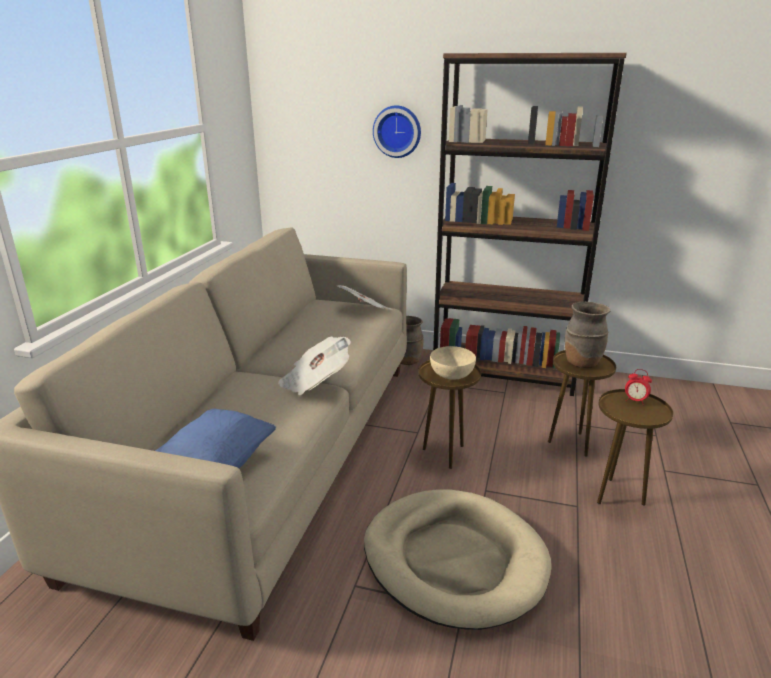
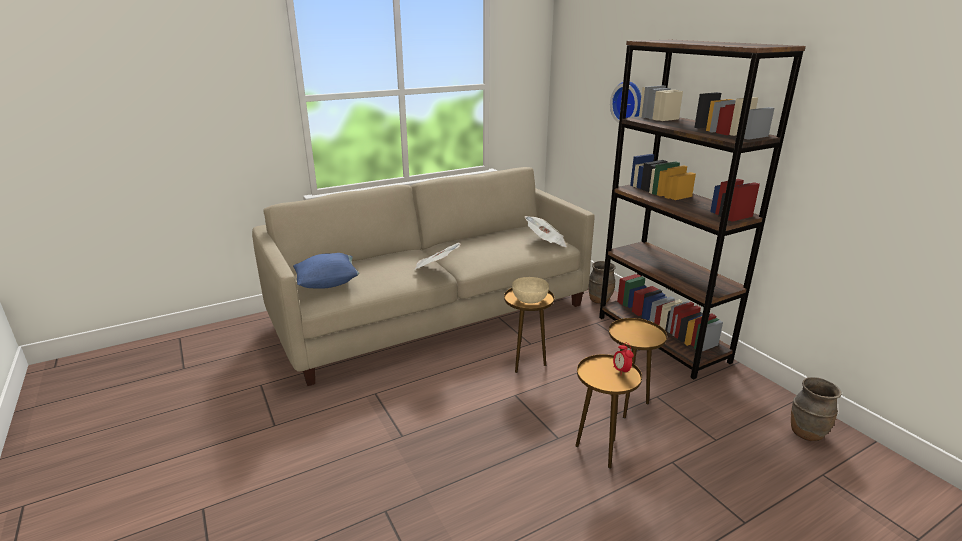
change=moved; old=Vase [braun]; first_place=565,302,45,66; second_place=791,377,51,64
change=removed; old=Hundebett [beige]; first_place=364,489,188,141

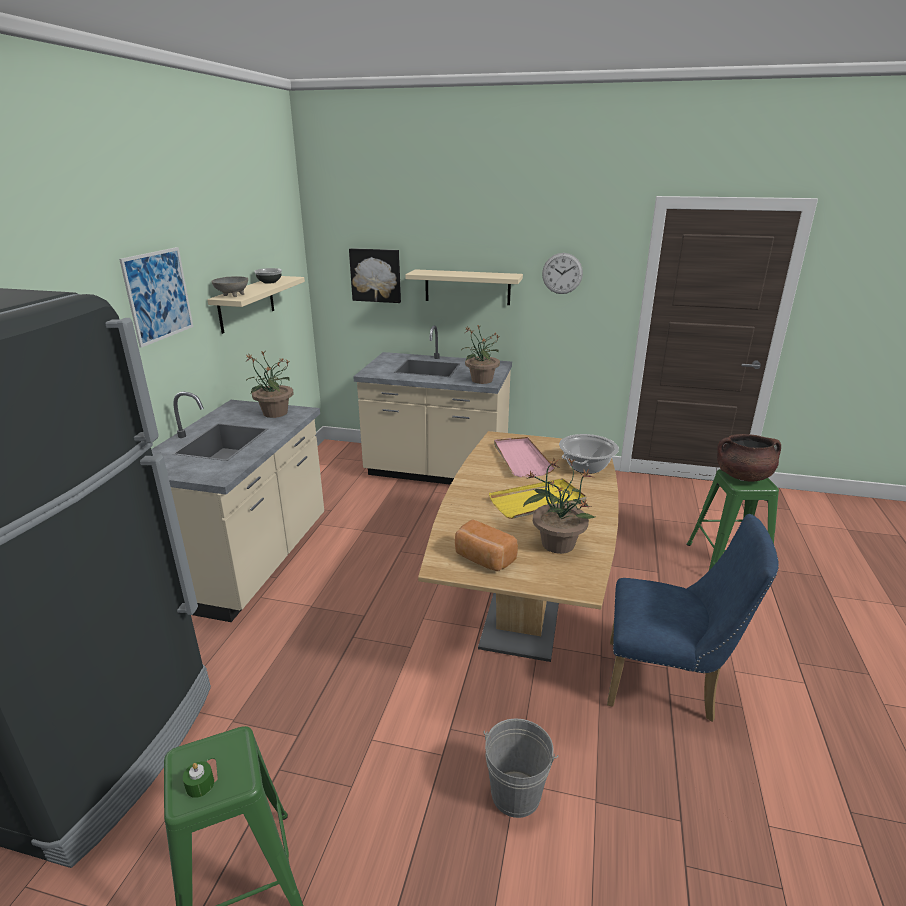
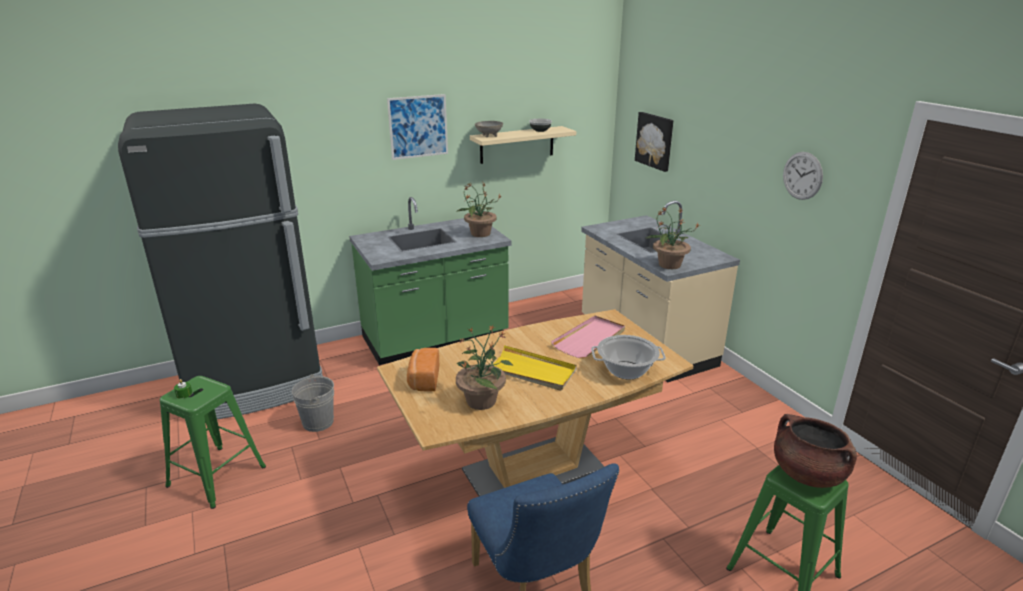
change=removed; old=Wandregal [beige]; first_place=405,269,118,36
change=recoloured; old=Küchenzeile [beige]; new=Küchenzeile [grün]; first_place=151,392,173,230; second_place=349,197,162,168
change=moved; old=Eimer [grau]; first_place=483,719,76,99; second_place=292,374,42,58

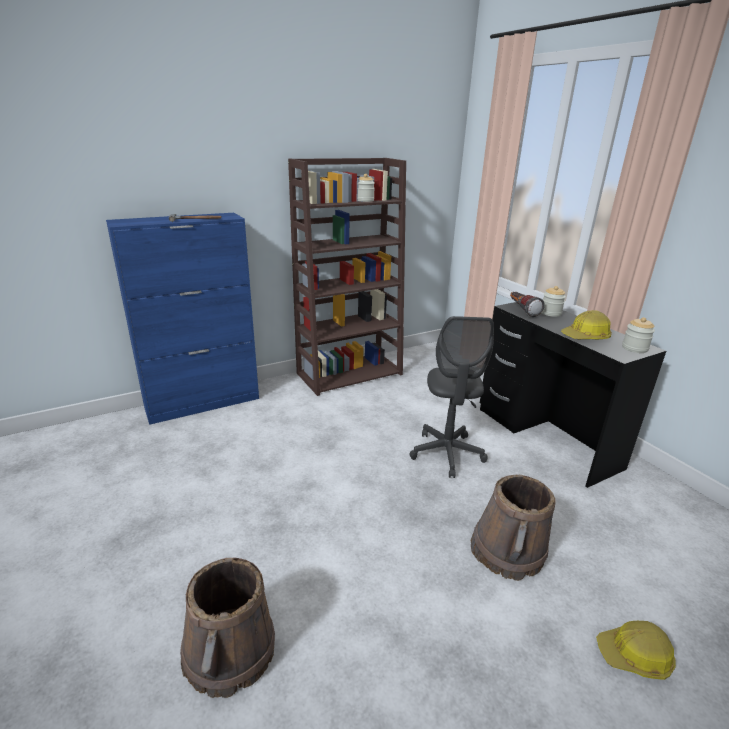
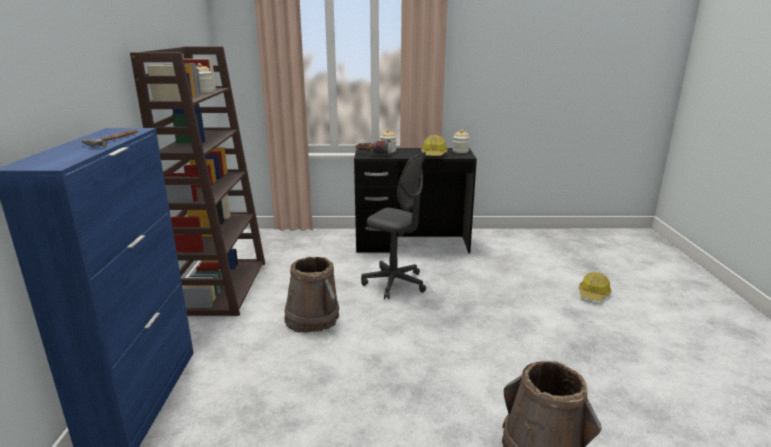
change=moved; old=Eimer [braun]; first_place=471,475,85,106; second_place=284,256,55,77

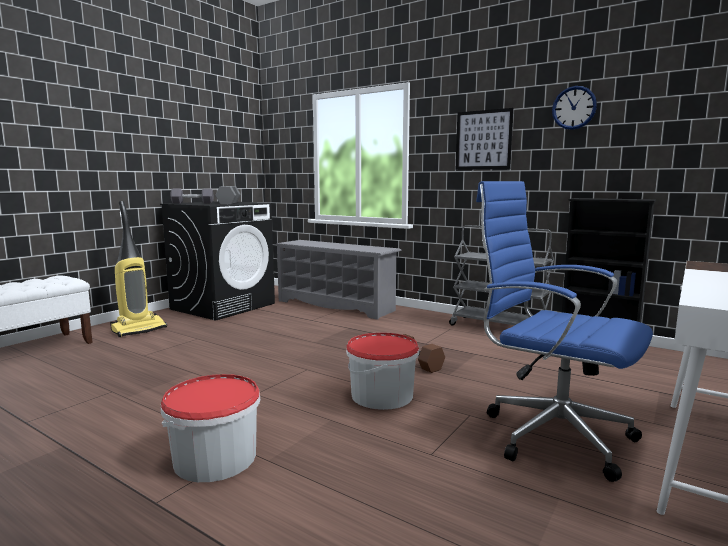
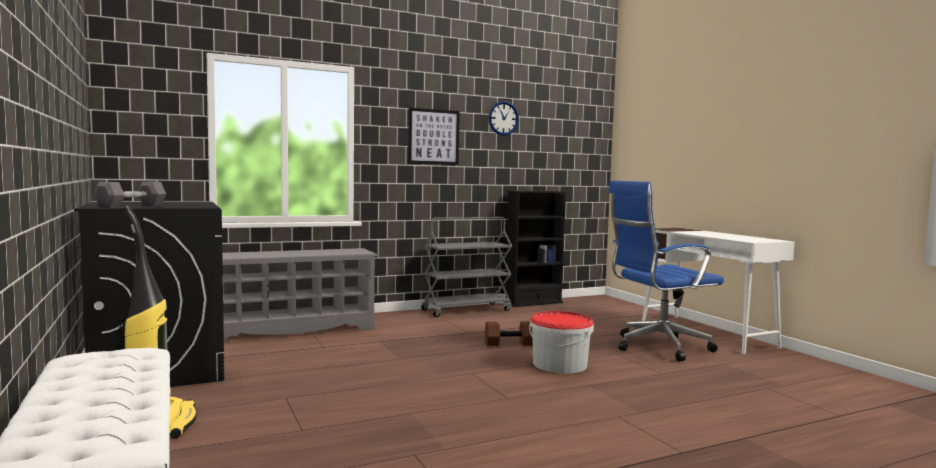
change=removed; old=Hantel [grau]; first_place=215,186,26,18
change=removed; old=Eimer; first_place=161,374,99,108

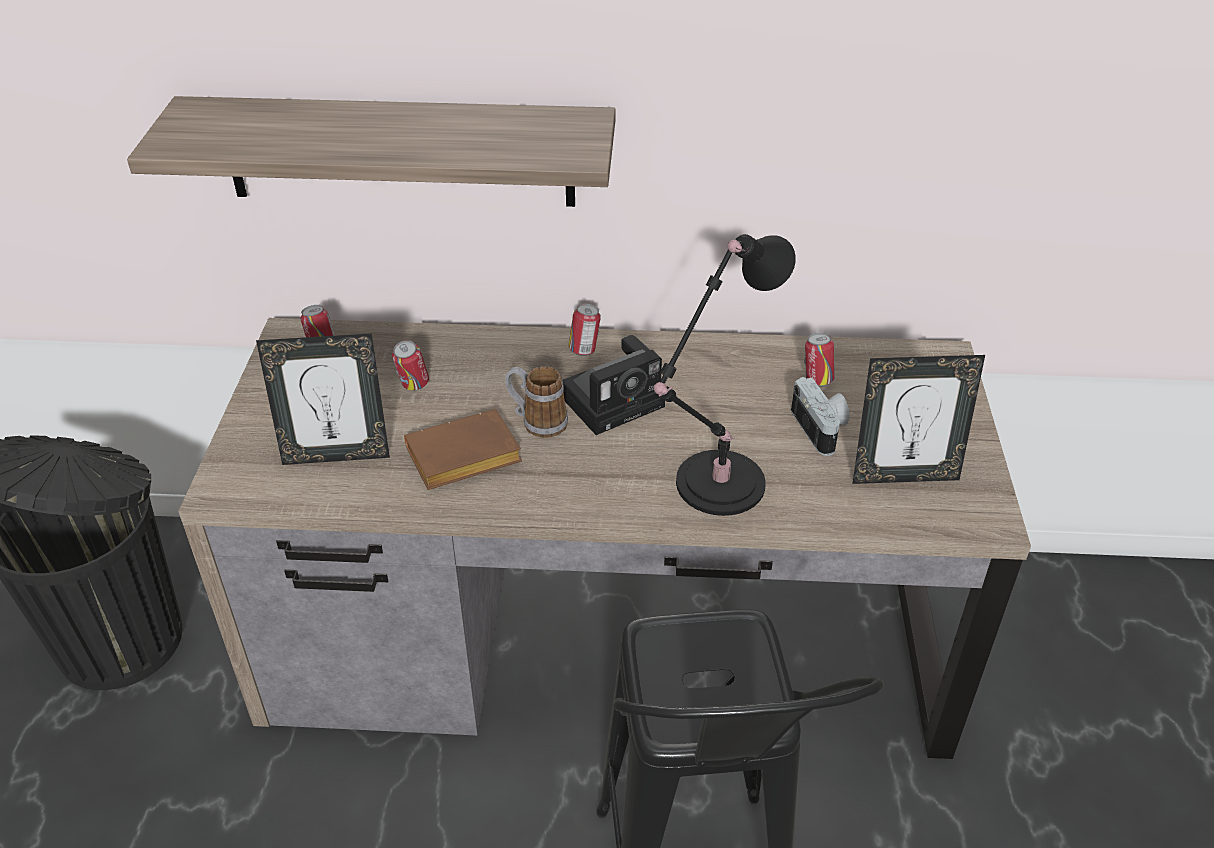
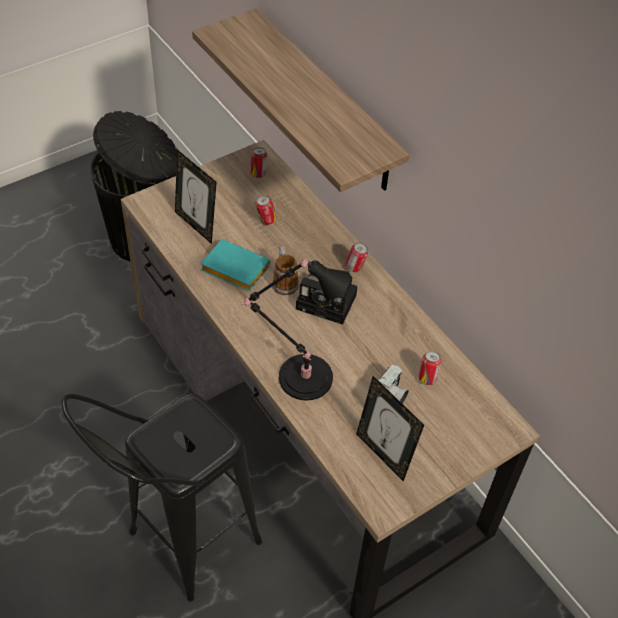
change=recoloured; old=Buch [braun]; new=Buch [türkis]; first_place=404,409,118,81; second_place=200,239,71,53

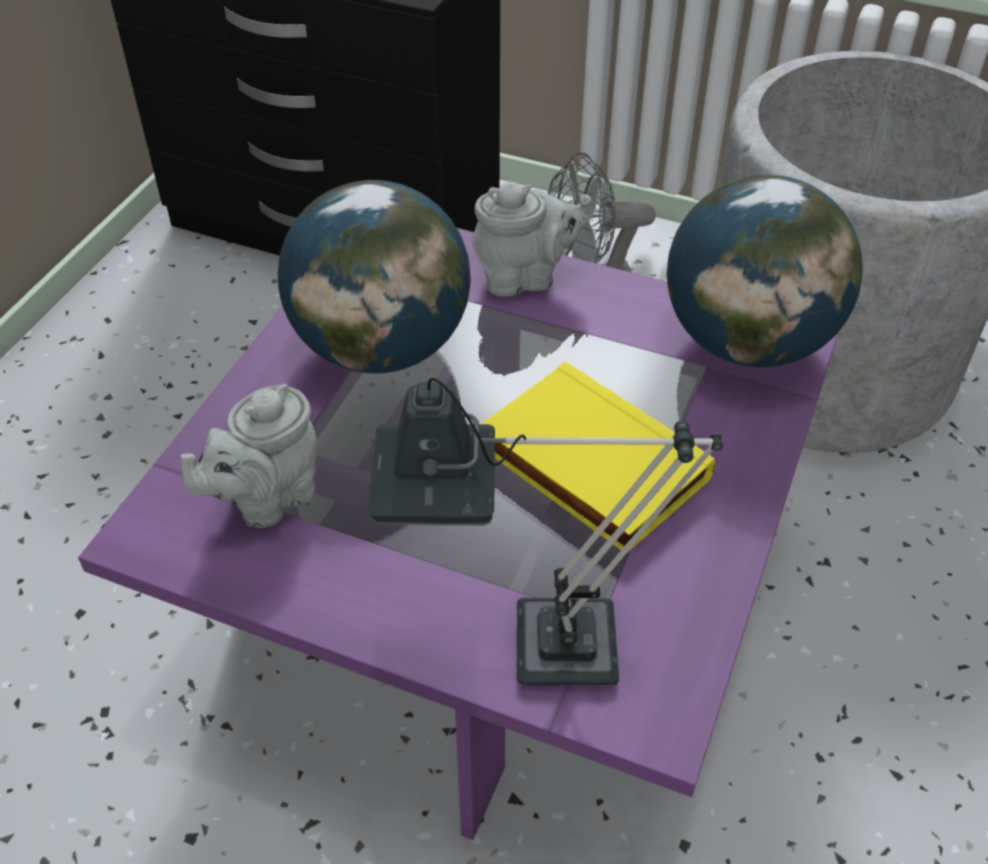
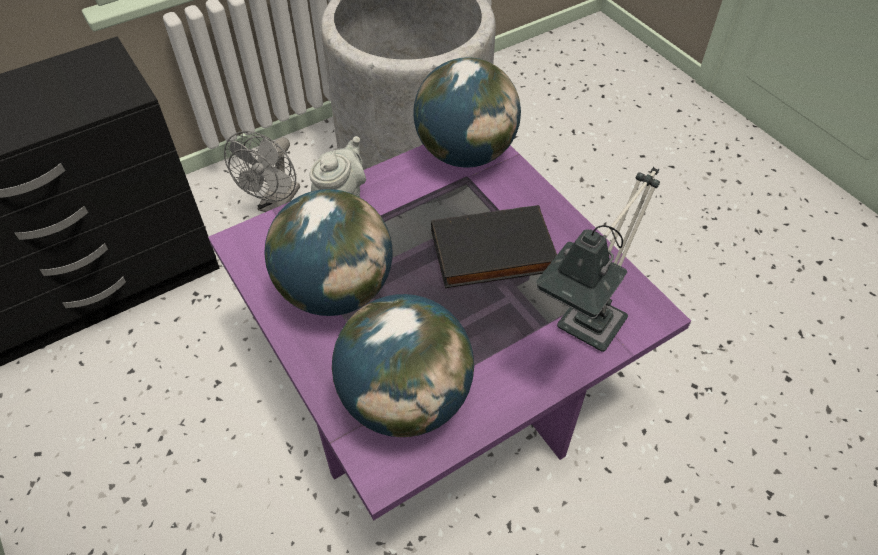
change=recoloured; old=Buch [gelb]; new=Buch [schwarz]; first_place=482,362,233,192; second_place=431,205,126,83
change=replaced; old=Teekanne [grau]; new=Globus; first_place=180,384,137,144; second_place=332,294,142,143

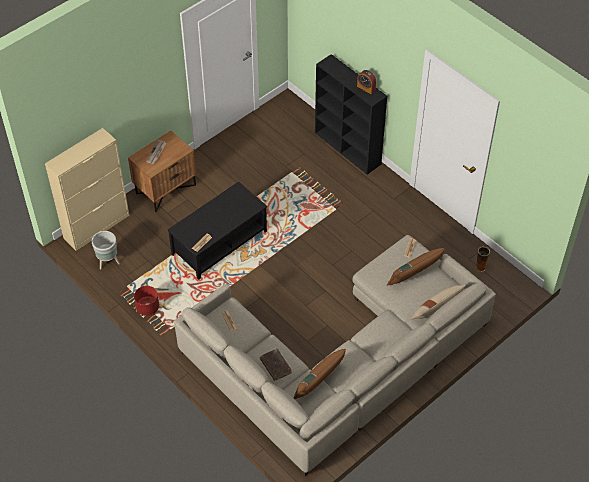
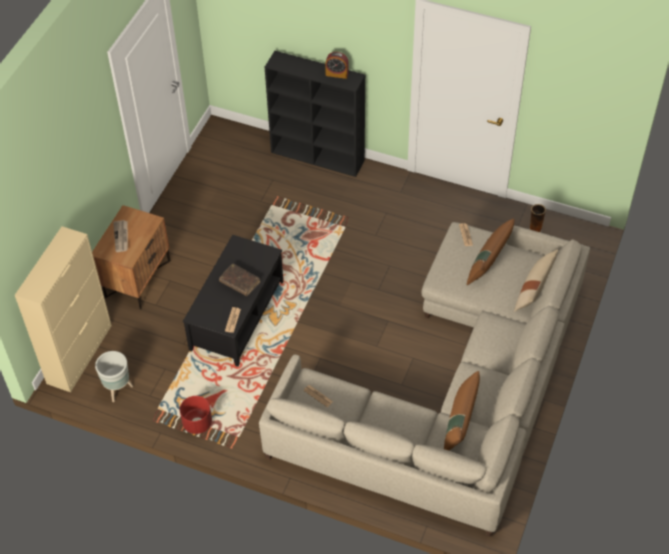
change=moved; old=Buch [braun]; first_place=260,348,32,33; second_place=219,264,41,32

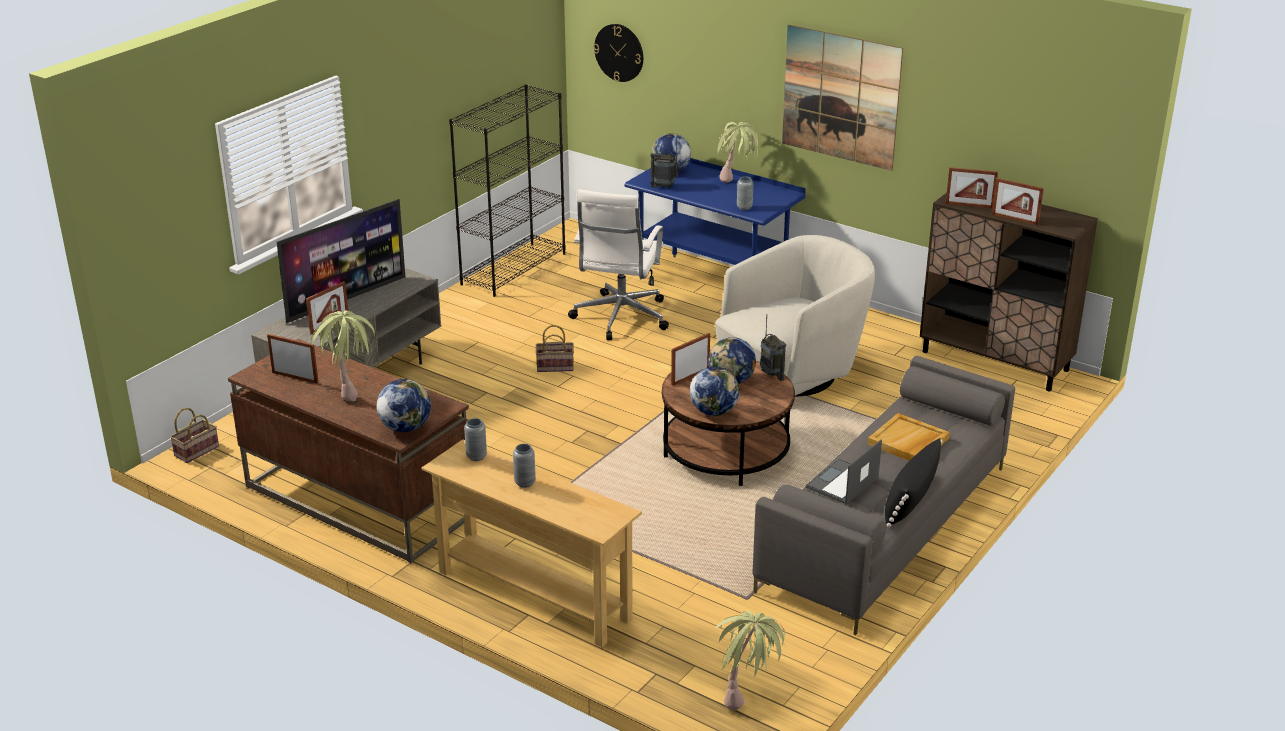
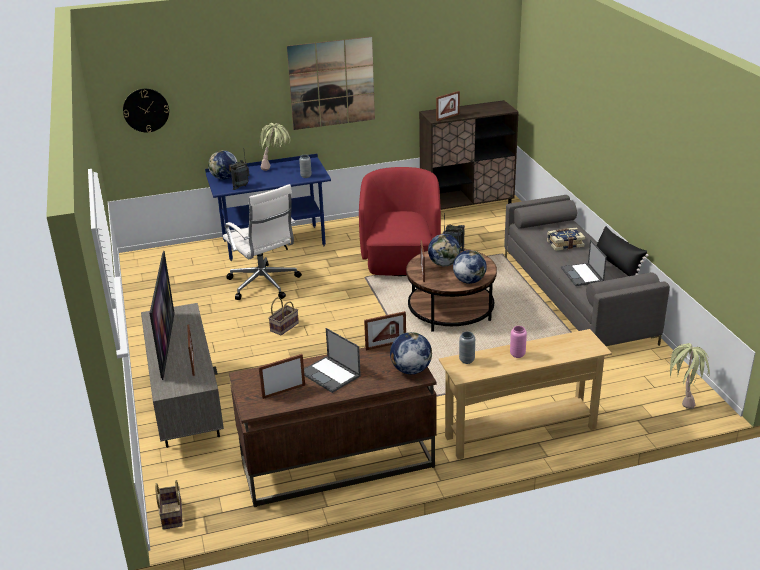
change=removed; old=Bücherregal [schwarz]; first_place=449,84,117,213
change=moved; old=Bilderrahmen; first_place=992,178,52,47; second_place=364,311,42,39
change=recoloured; old=Sessel [beige]; new=Sessel [rot]; first_place=715,235,160,162; second_place=359,167,82,109
change=replaced; old=Topfpflanze; new=Laptop; first_place=311,311,64,90; second_place=304,328,57,65
change=replaced; old=Tablett [beige]; new=Buch; first_place=868,413,81,48; second_place=547,228,38,23
change=recoloured; old=Vase [grau]; new=Vase [rosa]; first_place=513,444,23,44; second_place=510,326,17,32

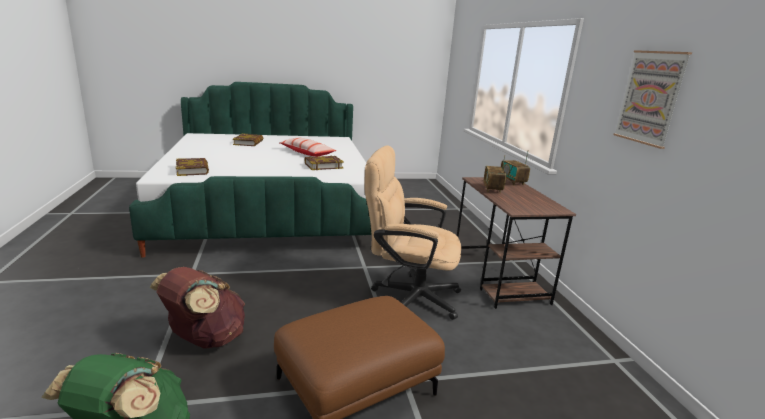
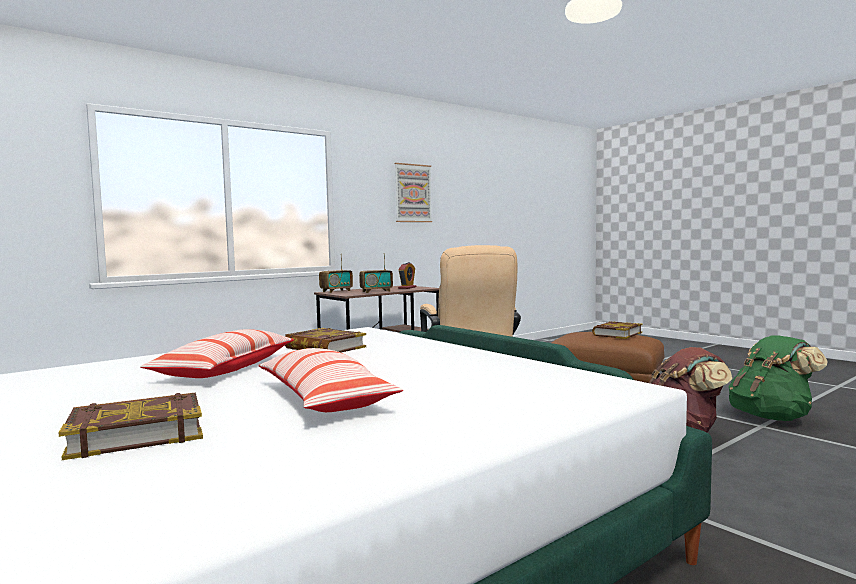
change=moved; old=Buch; first_place=176,158,33,18; second_place=592,321,50,18
change=added; new=Wecker; second_place=398,262,19,27
change=added; new=Kissen; second_place=259,348,144,64

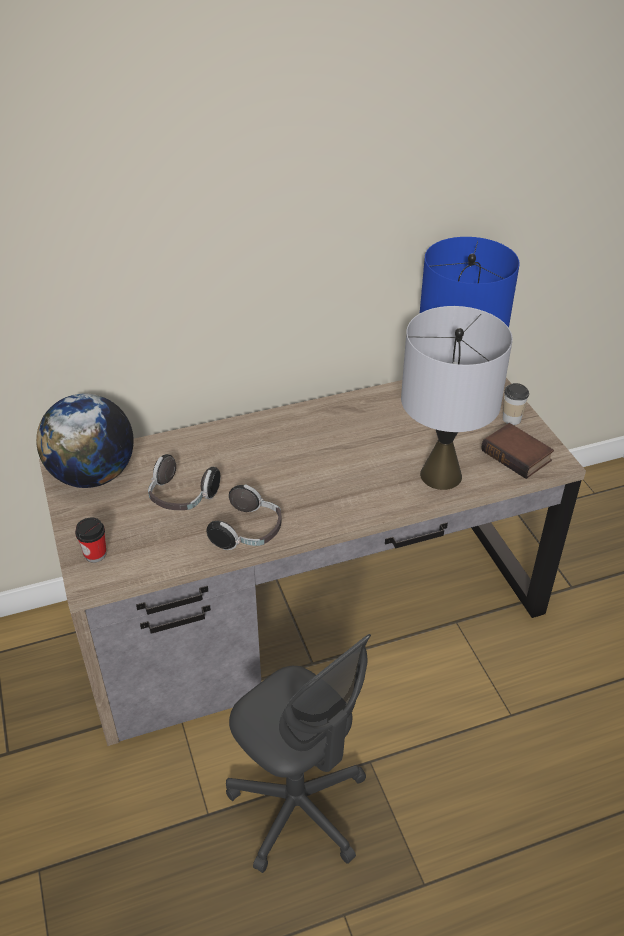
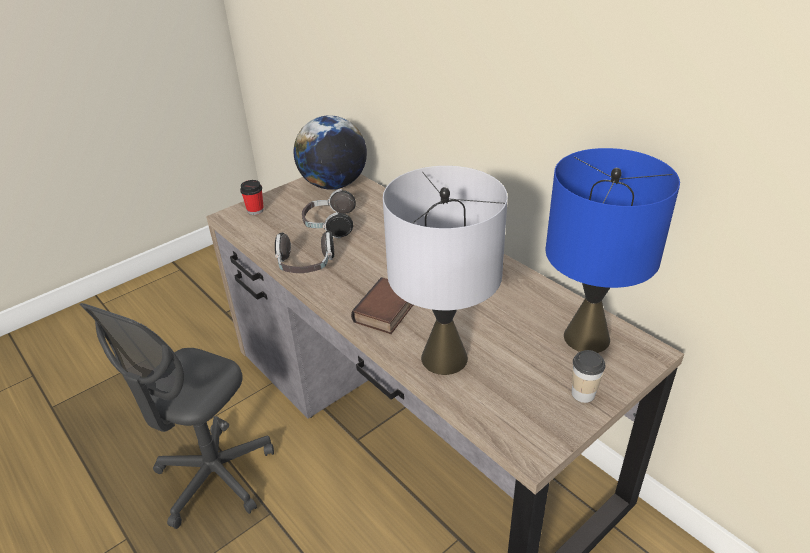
change=moved; old=Buch; first_place=481,423,73,56; second_place=351,277,62,57

